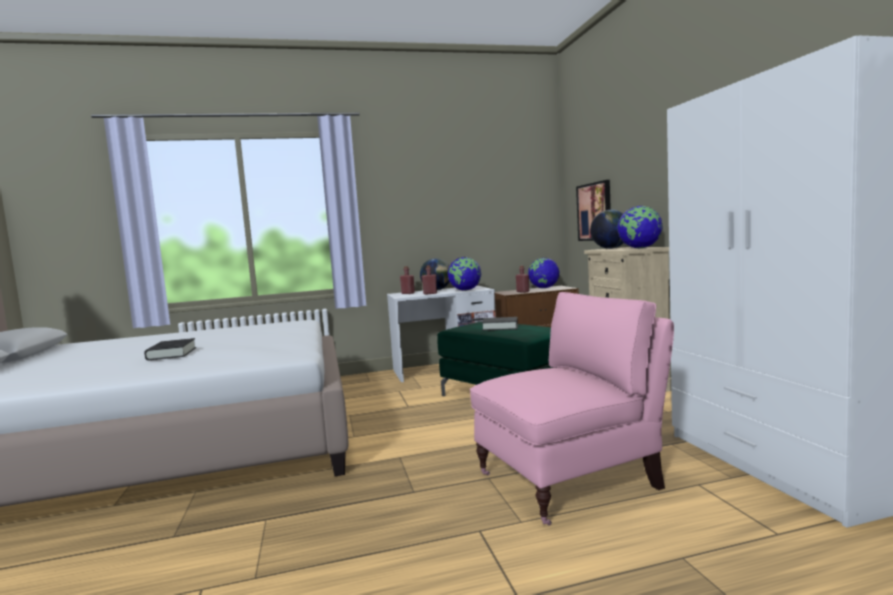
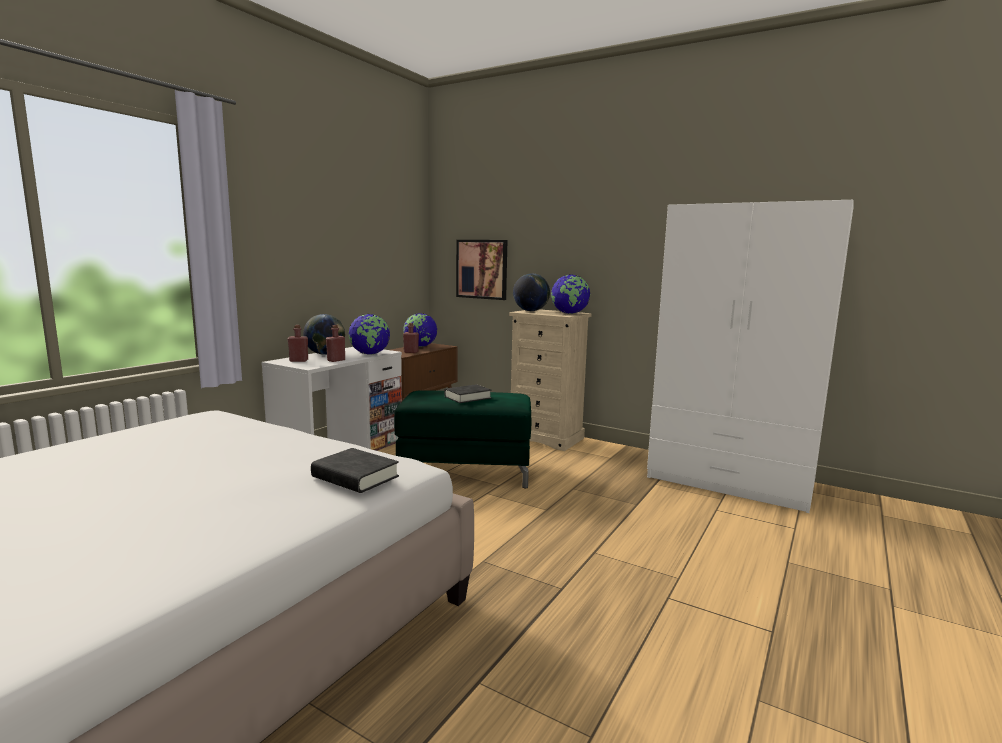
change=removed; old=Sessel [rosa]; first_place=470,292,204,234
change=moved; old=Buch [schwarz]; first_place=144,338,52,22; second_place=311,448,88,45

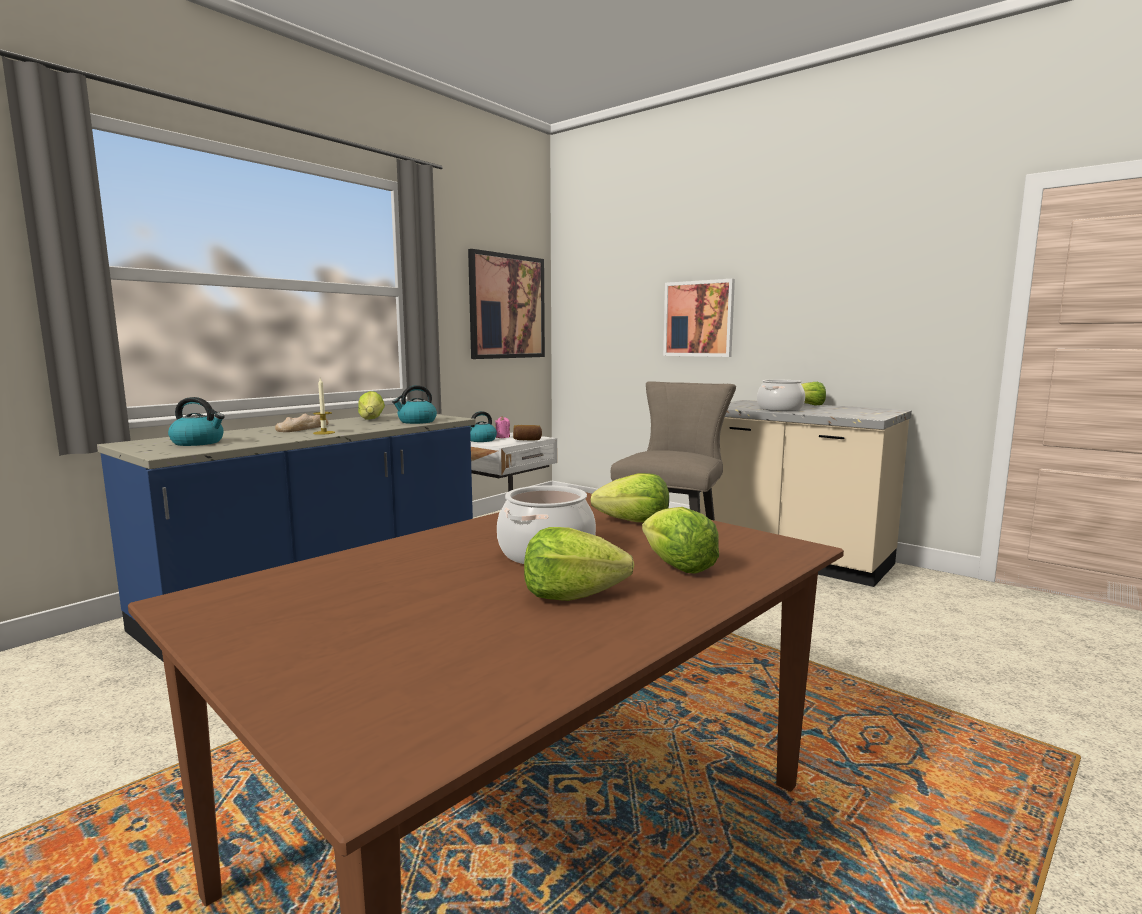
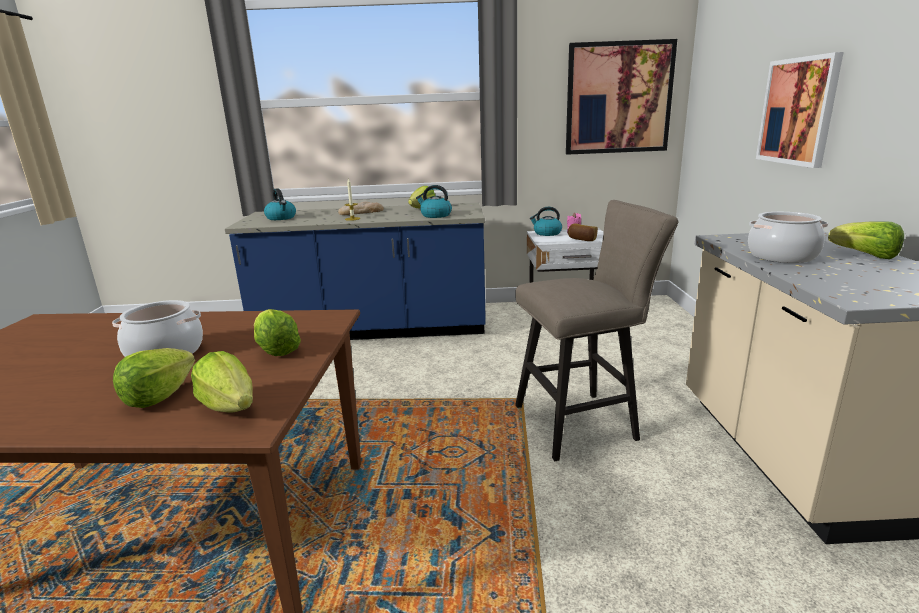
change=moved; old=Salatkopf; first_place=524,527,110,74; second_place=191,351,62,62

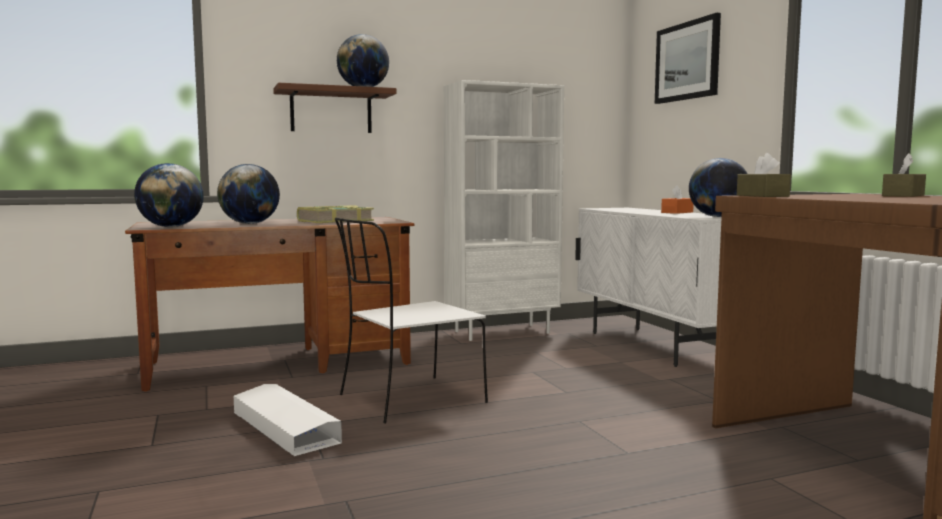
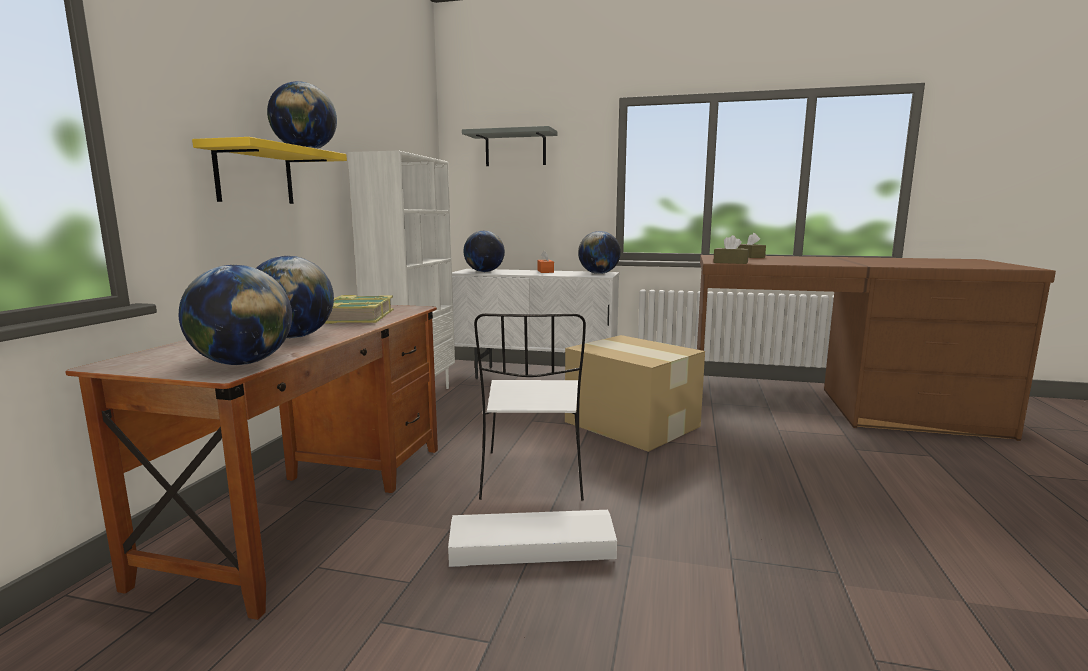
change=replaced; old=Bild; new=Wandregal [grau]; first_place=655,13,66,91; second_place=462,126,96,40
change=recoloured; old=Wandregal [braun]; new=Wandregal [gelb]; first_place=273,83,124,50; second_place=192,137,155,67
change=added; new=Globus; second_place=463,231,42,41
change=added; new=Karton; second_place=565,335,140,117

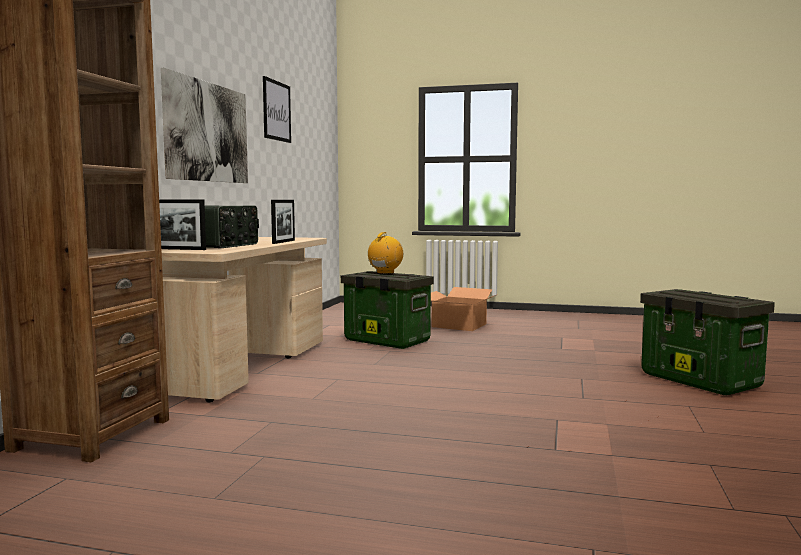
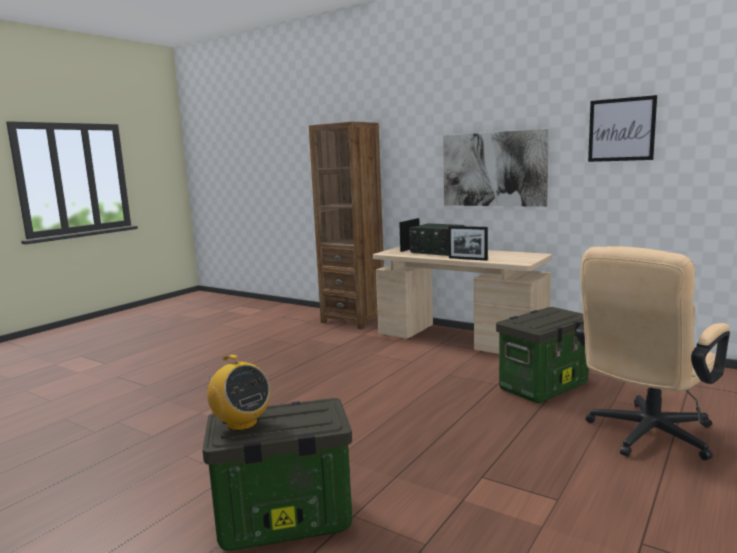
change=moved; old=Radio; first_place=368,232,35,42; second_place=206,355,65,76
change=replaced; old=Karton; new=Bürostuhl [beige]; first_place=431,287,65,44; second_place=576,246,154,214

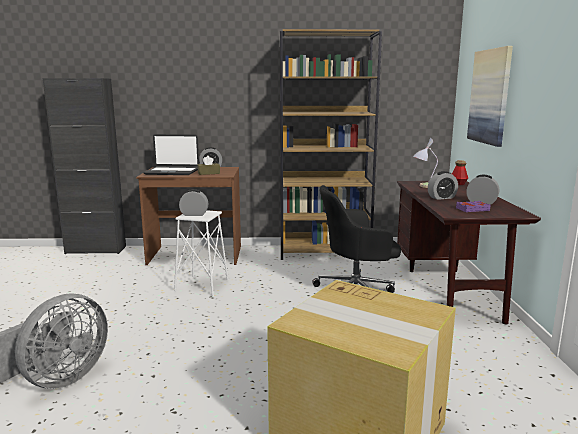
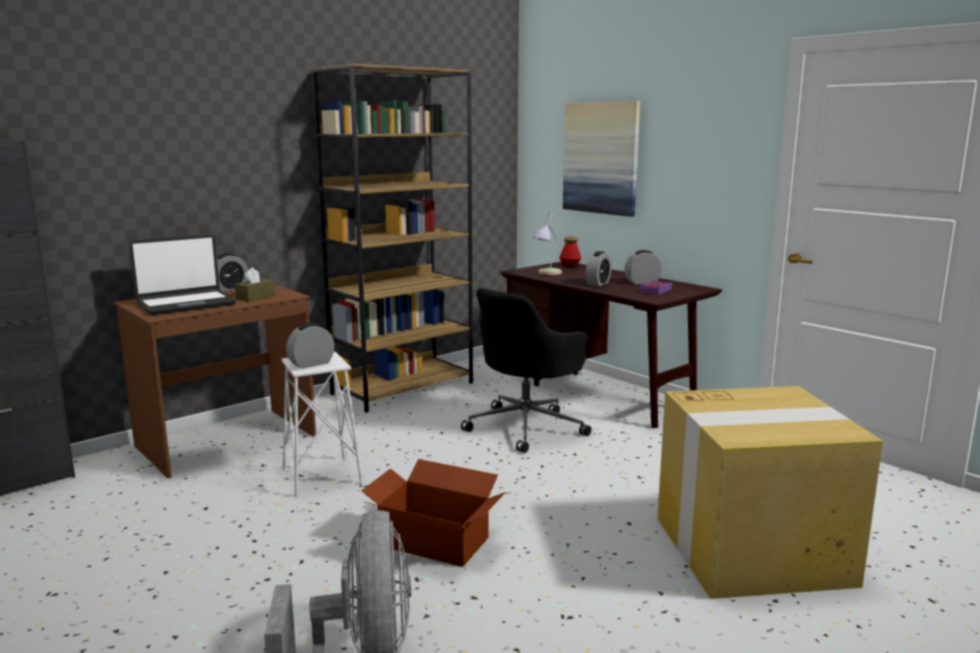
change=added; new=Karton; second_place=361,459,145,108

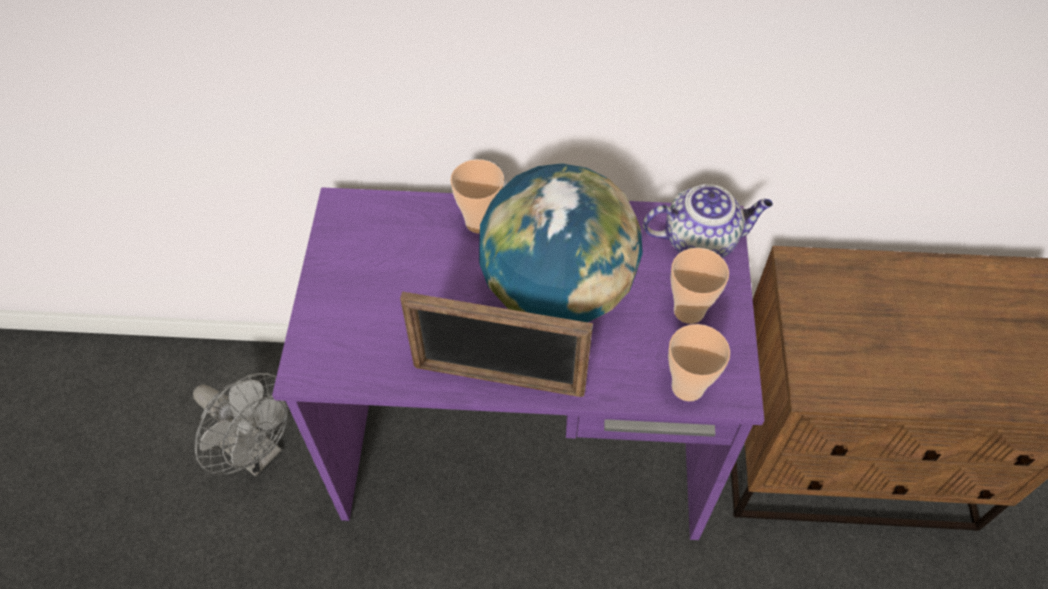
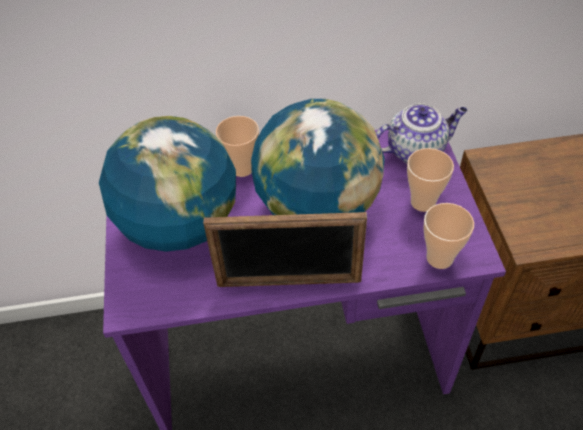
change=removed; old=Ventilator [grau]; first_place=193,373,96,104
change=added; new=Globus; second_place=99,116,137,136

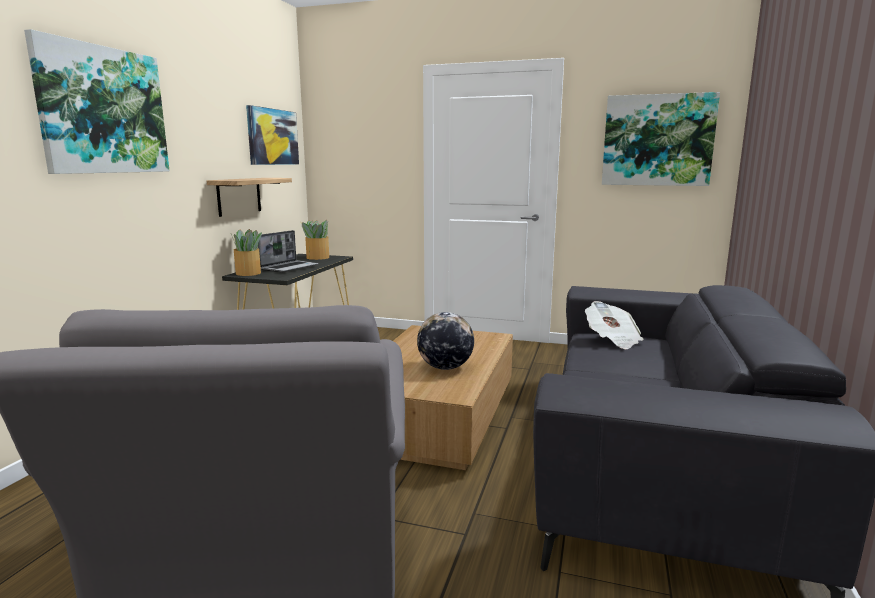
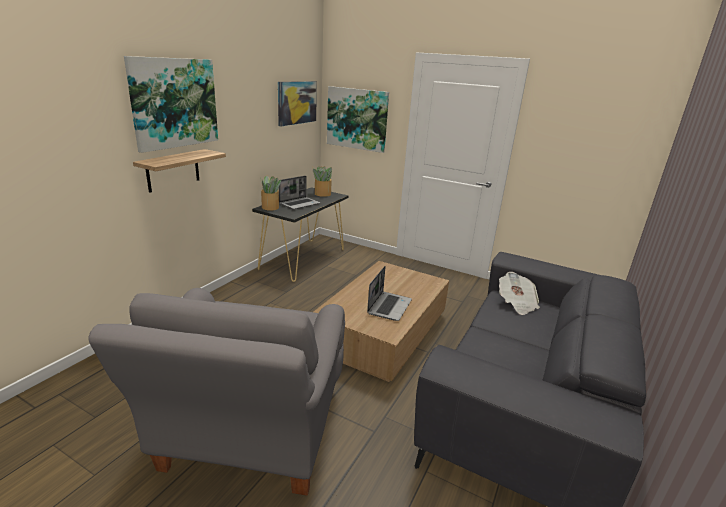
change=moved; old=Bild; first_place=602,92,118,94; second_place=327,86,62,67
change=moved; old=Wandregal; first_place=206,178,86,39; second_place=133,149,93,44
change=replaced; old=Globus; new=Laptop; first_place=417,312,57,58; second_place=367,266,45,55

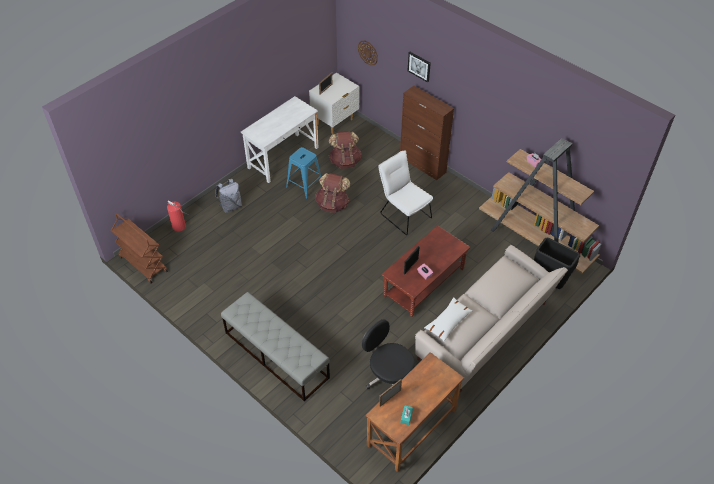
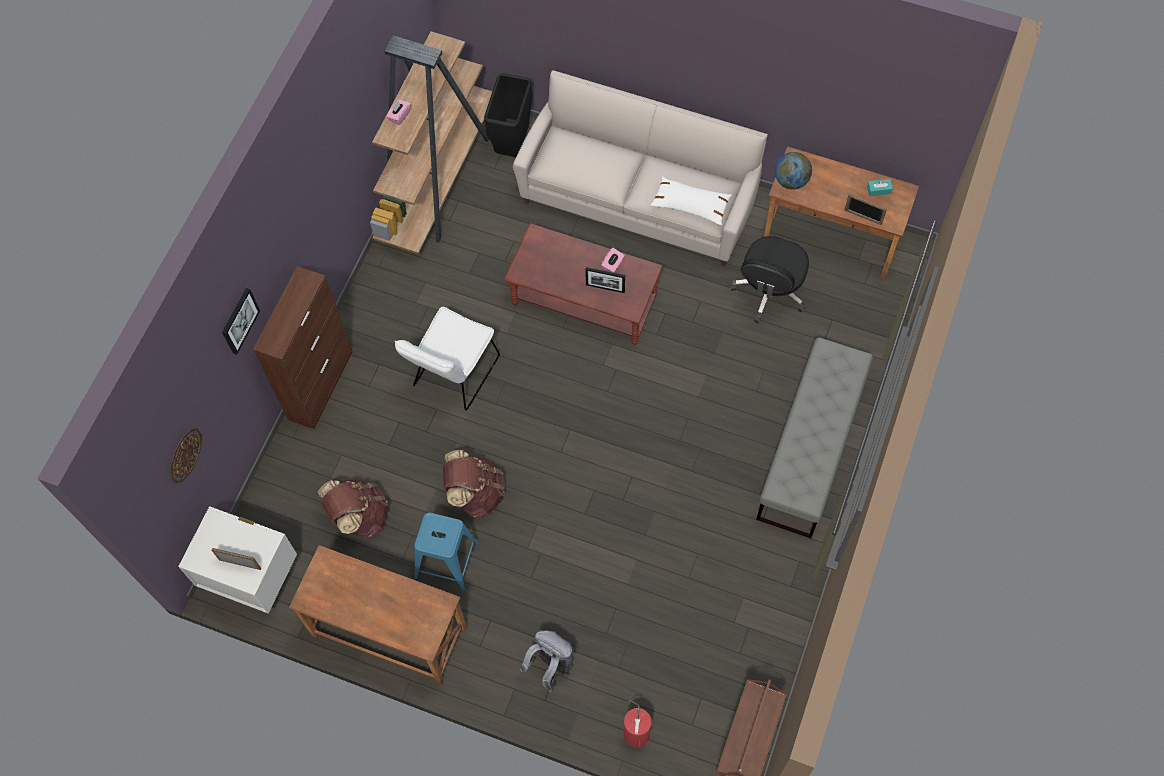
change=recoloured; old=Schreibtisch [weiß]; new=Schreibtisch [braun]; first_place=241,96,77,87; second_place=289,545,178,140
change=added; new=Globus; second_place=775,152,37,38

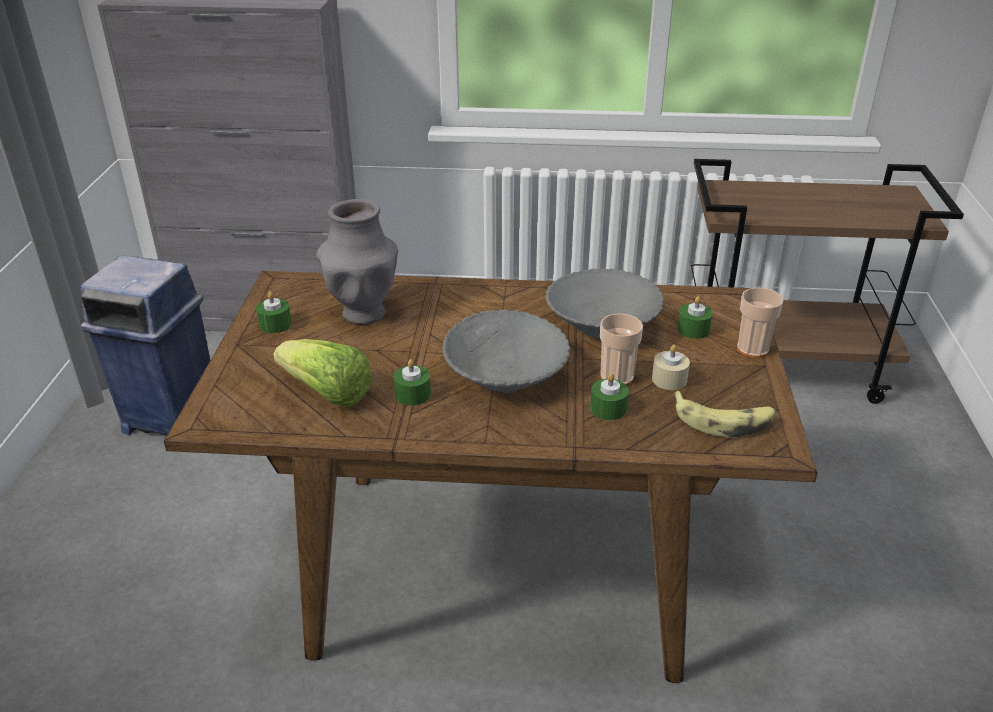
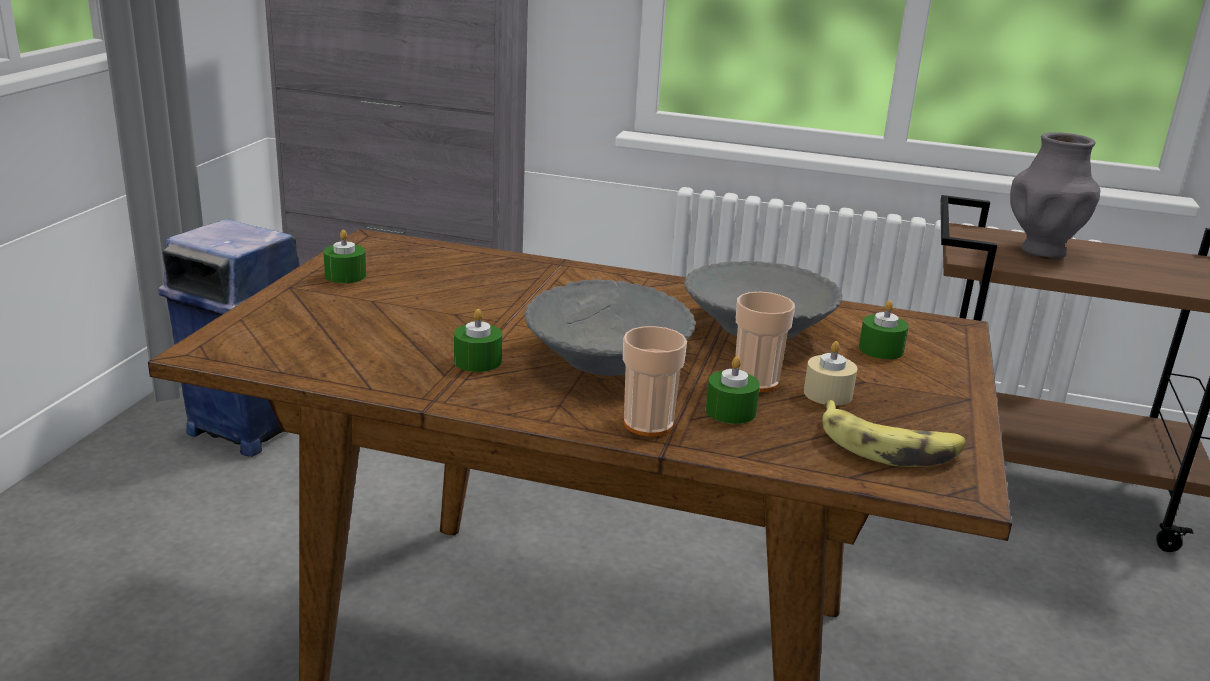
change=moved; old=Vase [grau]; first_place=316,199,82,126; second_place=1010,132,90,127
change=moved; old=Tasse; first_place=737,288,46,70; second_place=623,326,64,111
change=removed; old=Salatkopf; first_place=273,339,99,68

